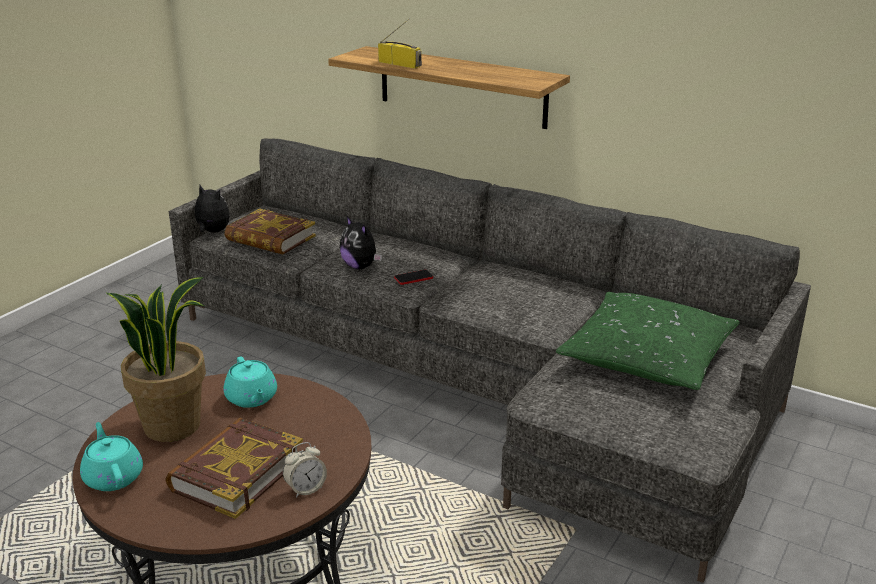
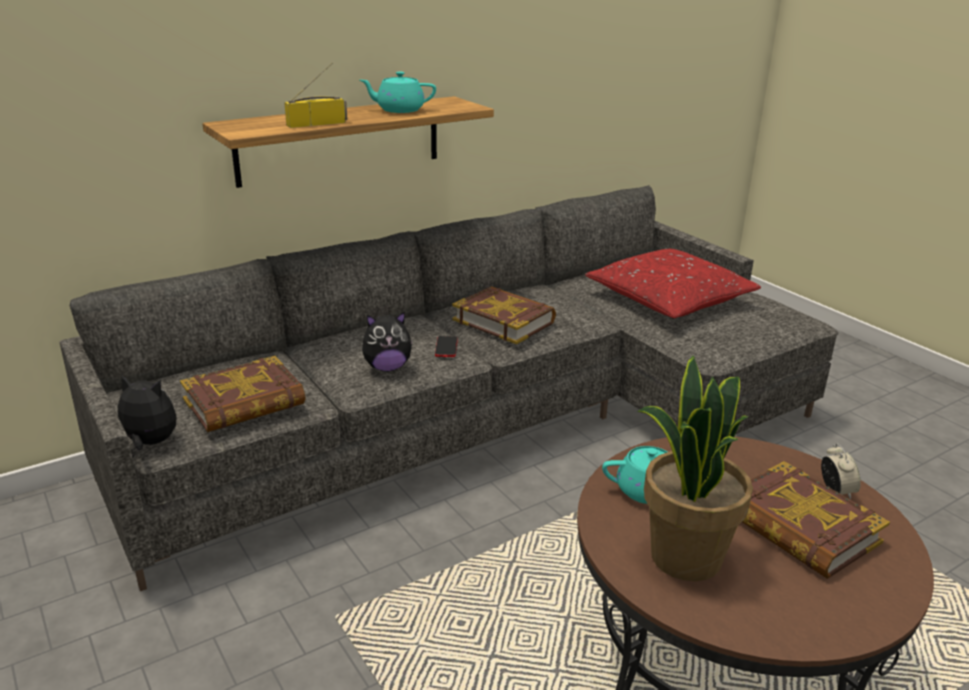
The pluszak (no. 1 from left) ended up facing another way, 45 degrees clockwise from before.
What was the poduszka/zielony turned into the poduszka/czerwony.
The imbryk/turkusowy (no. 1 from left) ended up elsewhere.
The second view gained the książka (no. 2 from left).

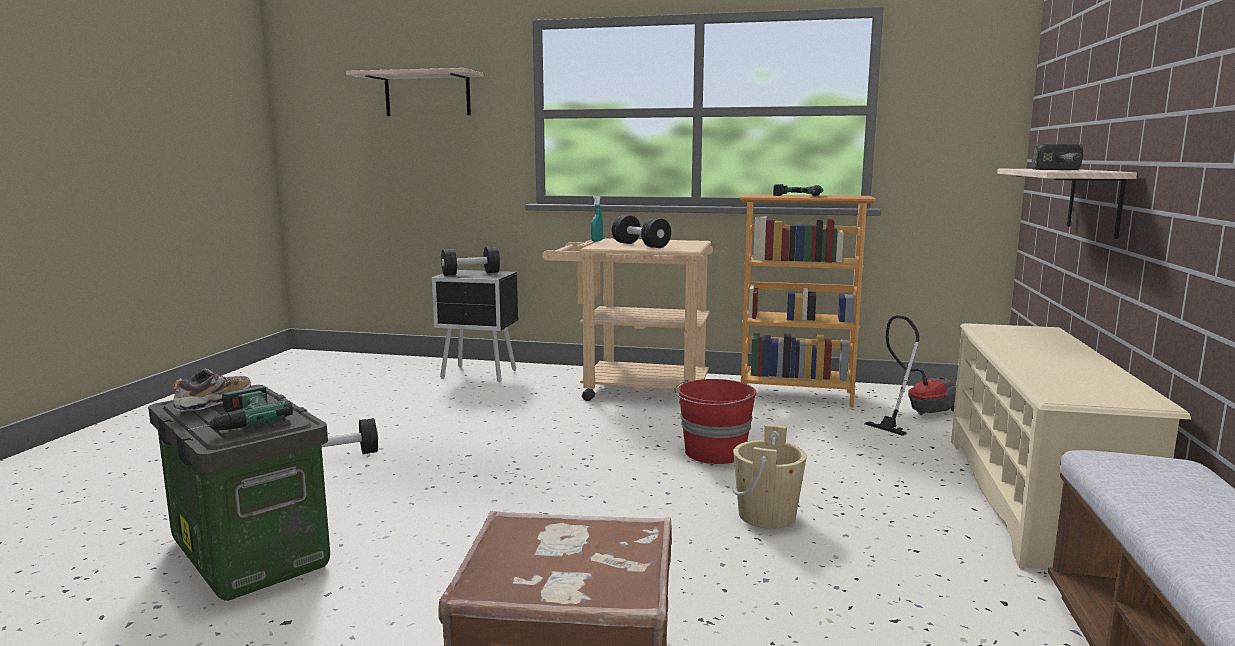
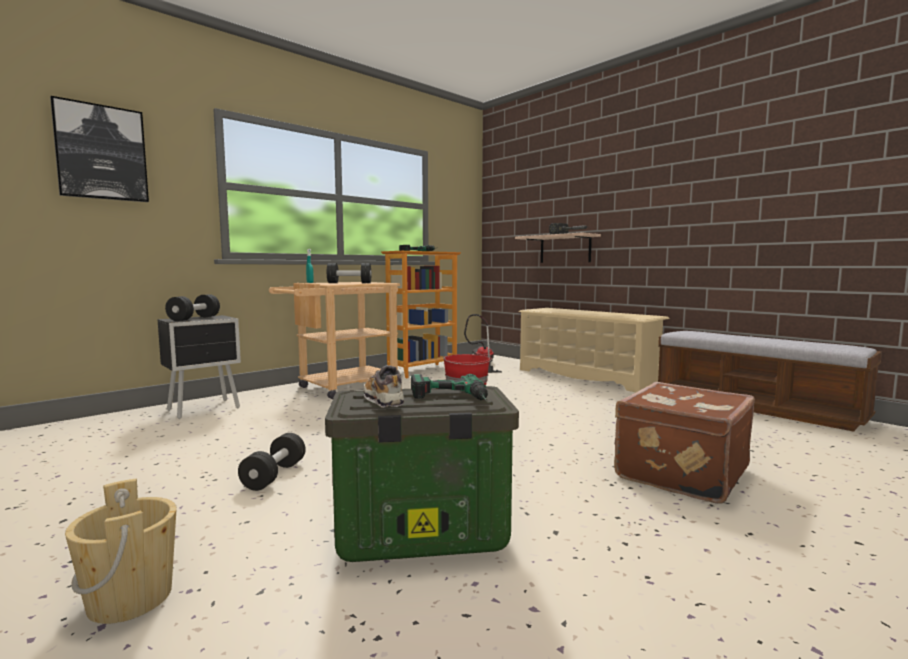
Where the półka (no. 1 from left) hung, the obraz came to hang.
The wiadro/beżowy ended up elsewhere.

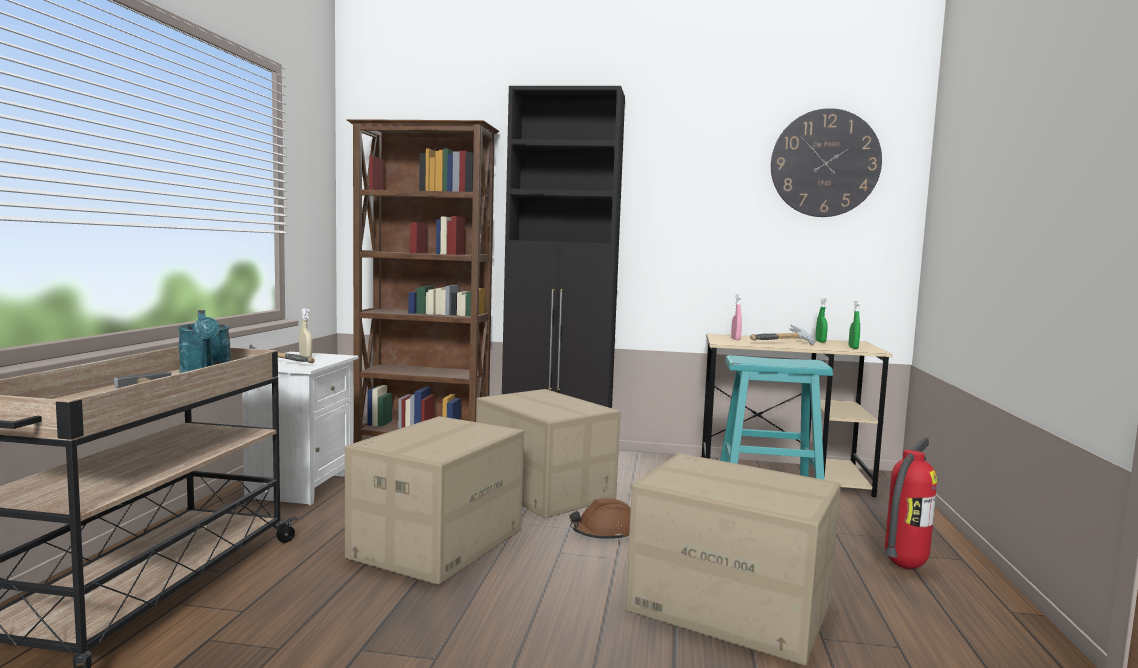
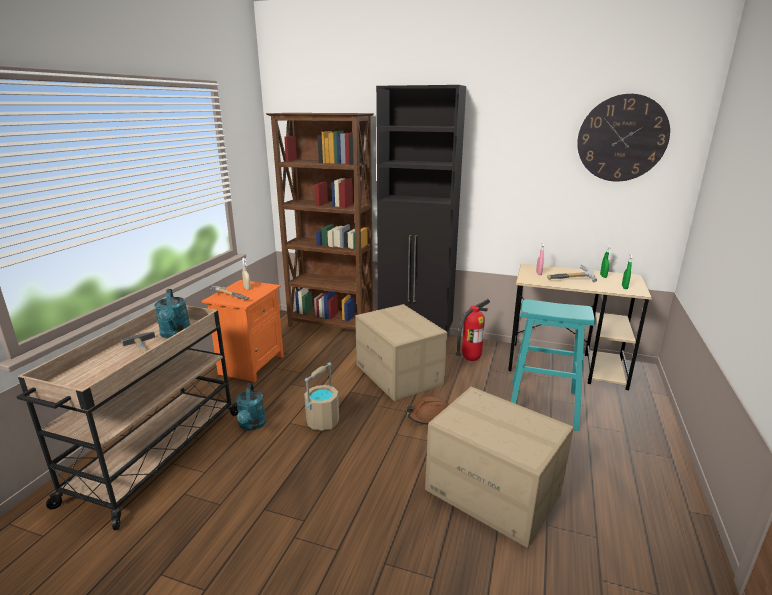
What was the szafka nocna/biały turned into the szafka nocna/pomarańczowy.
Where the karton (no. 1 from left) stood, the wiadro/beżowy came to stand.
The gaśnica ended up elsewhere.
The second view gained the konewka/turkusowy (no. 2 from left).

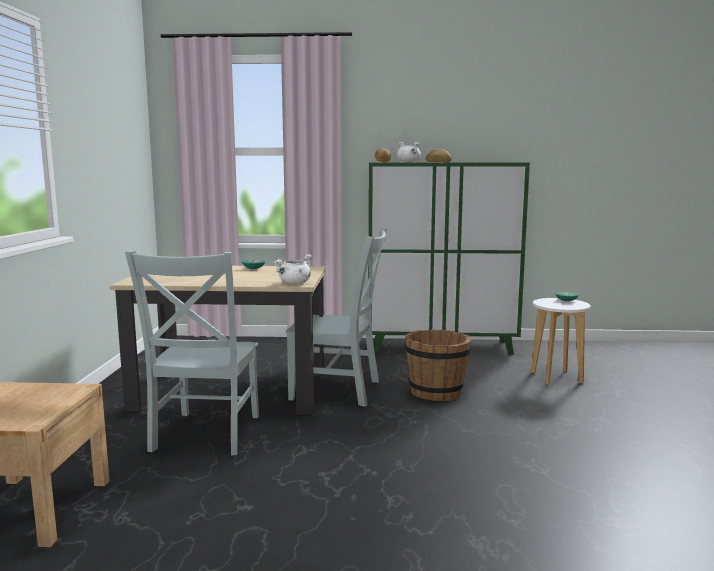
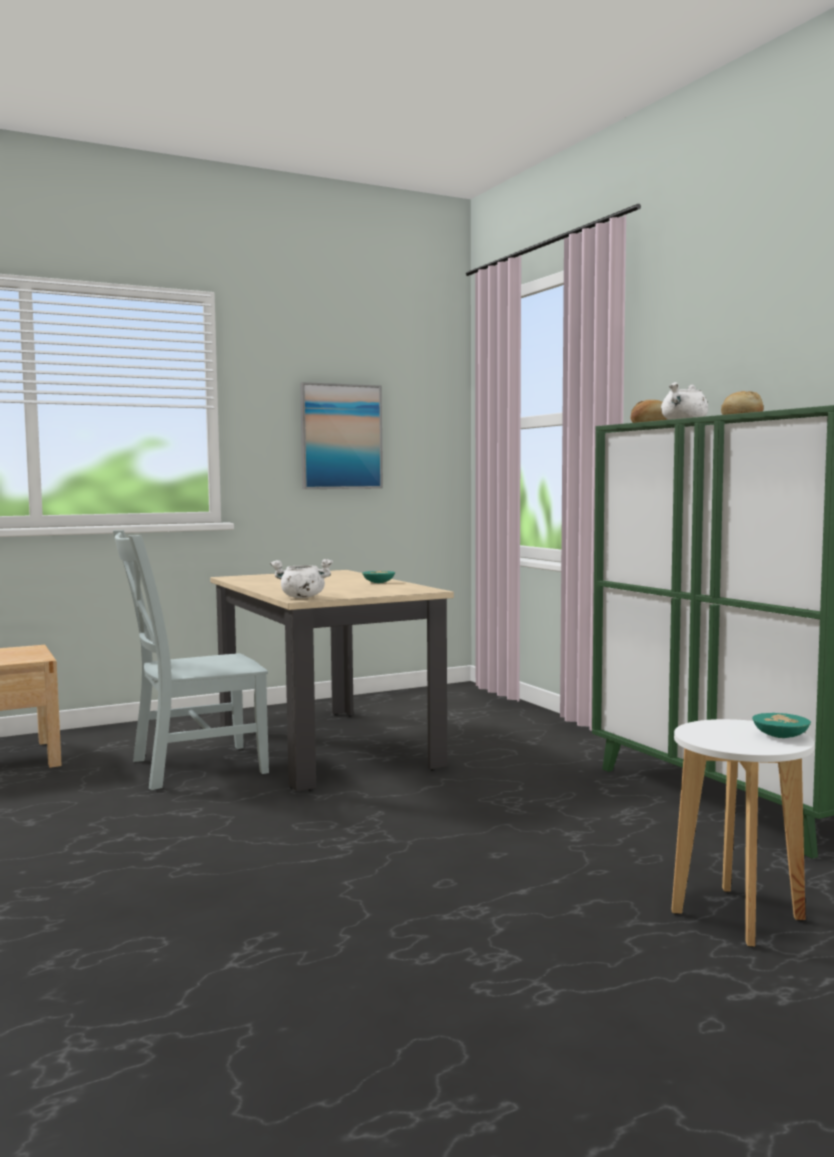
The second view lost the krzesło/szary (no. 2 from left).
The second view lost the wiadro/brązowy.
The second view gained the obraz.

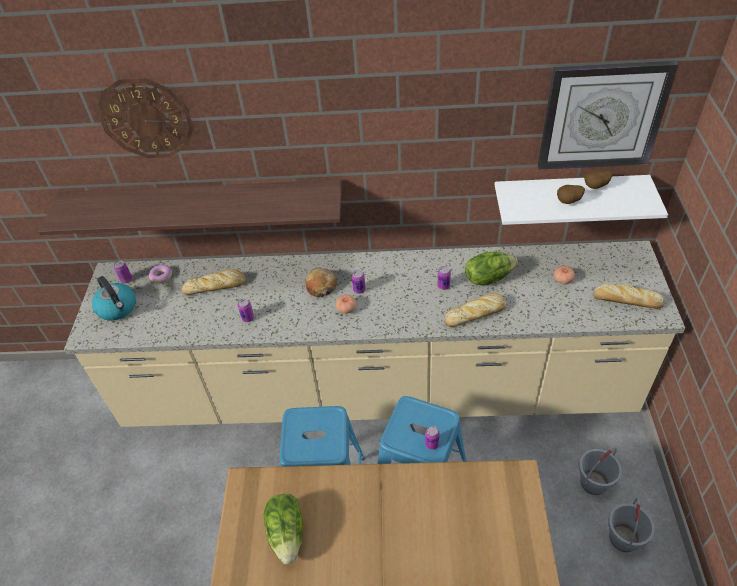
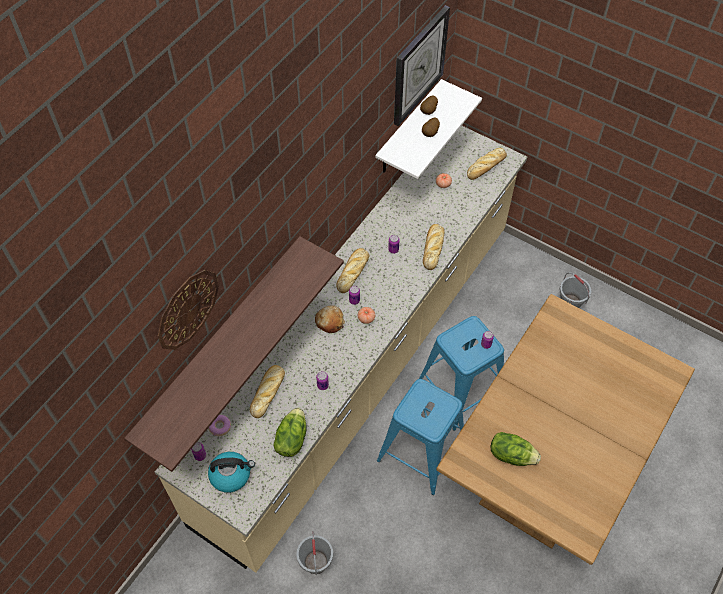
The sałata (no. 2 from left in the first image) ended up elsewhere.
The wiadro/szary (no. 1 from left) ended up elsewhere.
The second view gained the chleb (no. 3 from left).

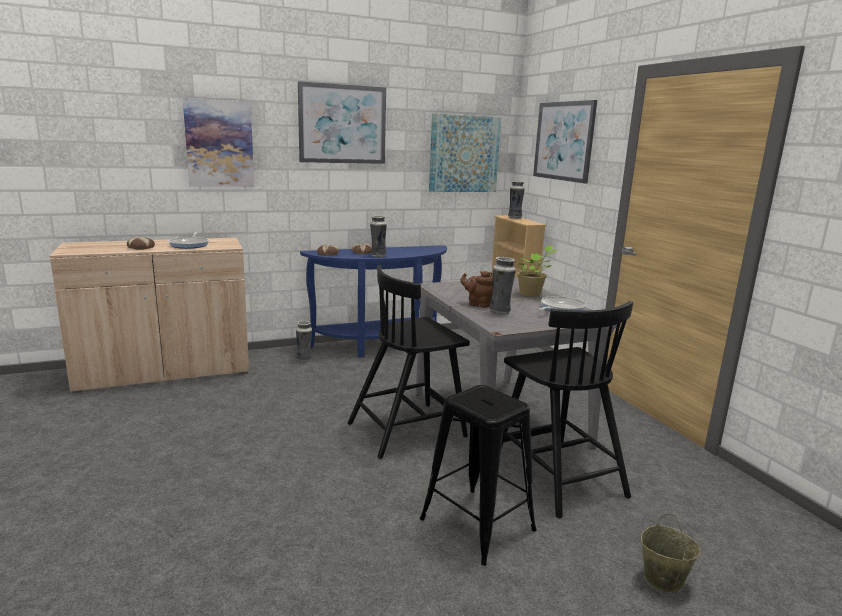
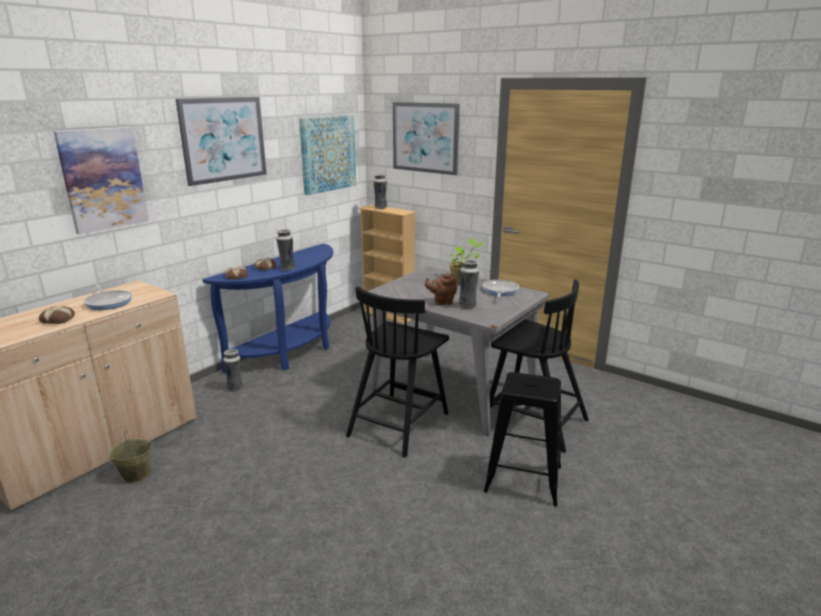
The wiadro/beżowy ended up elsewhere.

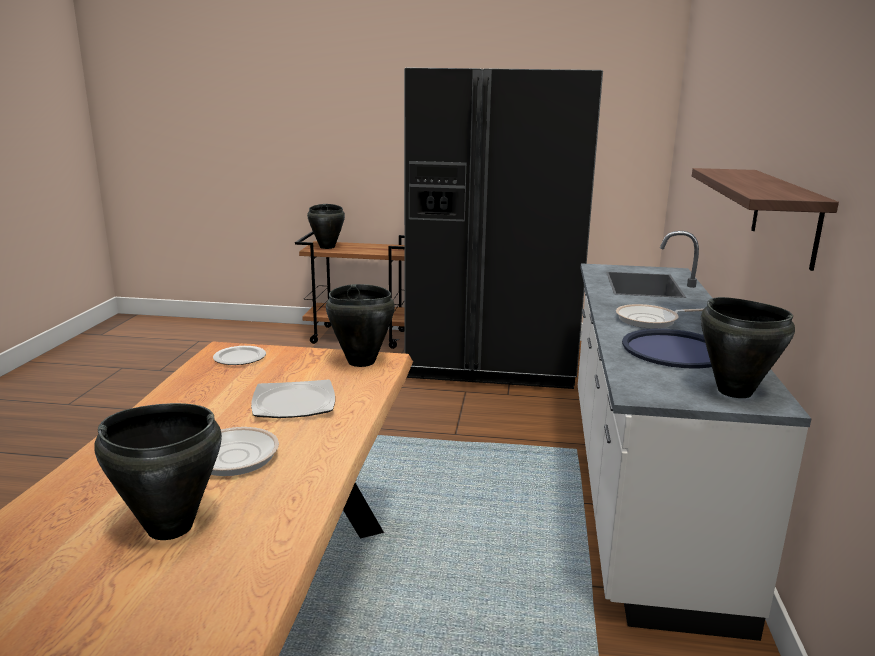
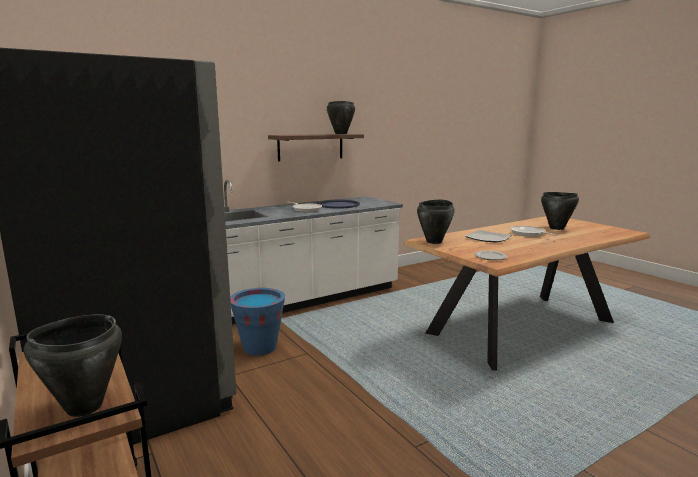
The garnek/czarny (no. 4 from left in the first image) ended up elsewhere.
The second view gained the wiadro/niebieski.

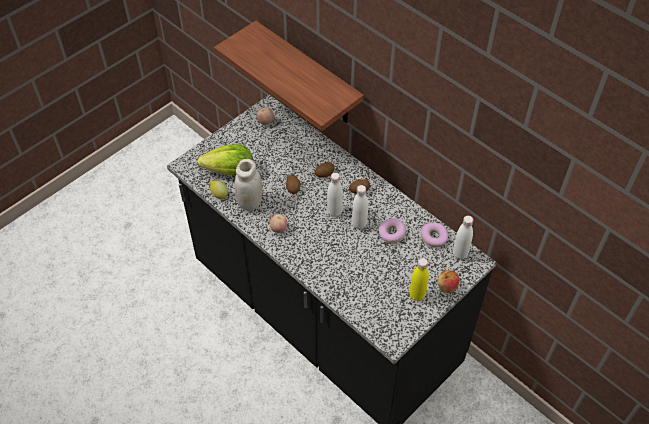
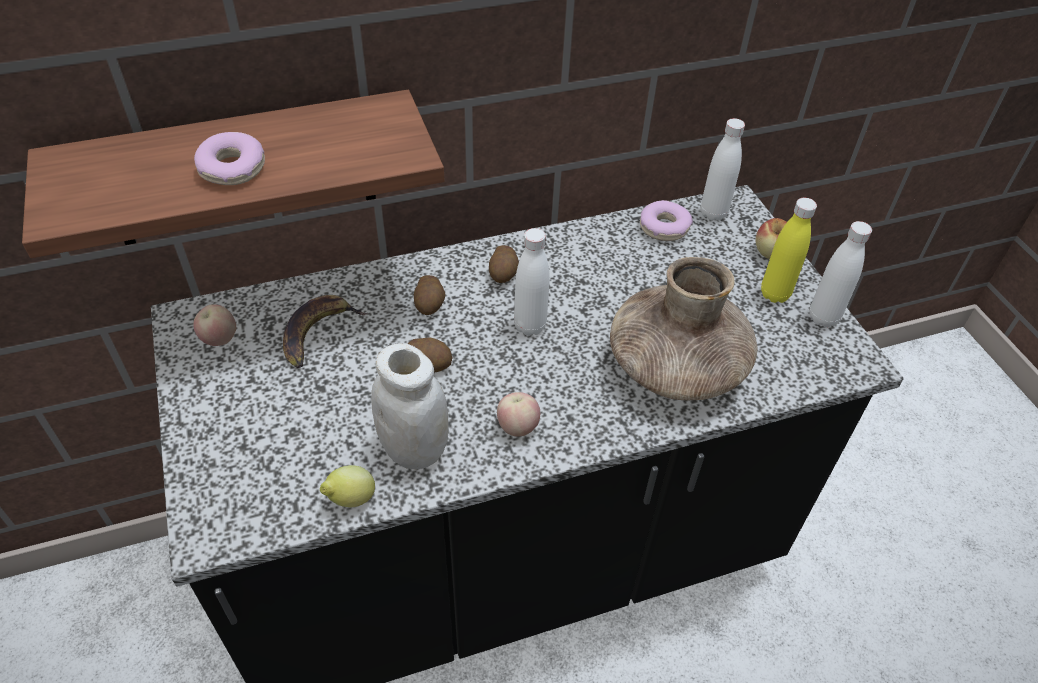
The second view lost the sałata.
The butelka/biały (no. 2 from left in the first image) ended up elsewhere.
The donut (no. 1 from left) ended up elsewhere.
The second view gained the wazon/brązowy.
The second view gained the banan.

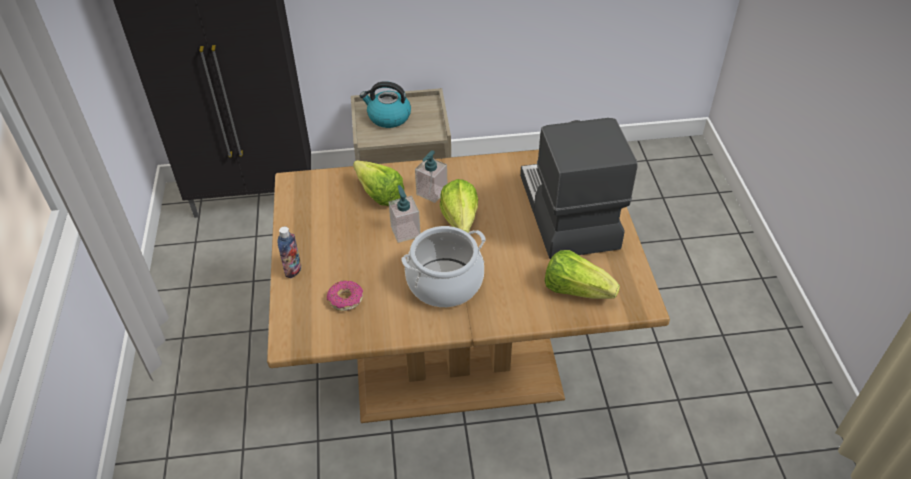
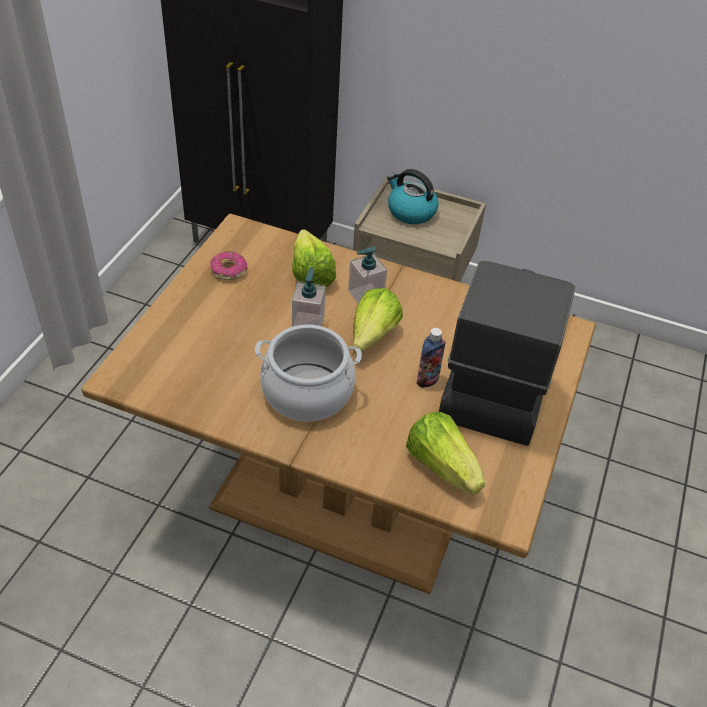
The butelka ended up elsewhere.
The donut ended up elsewhere.

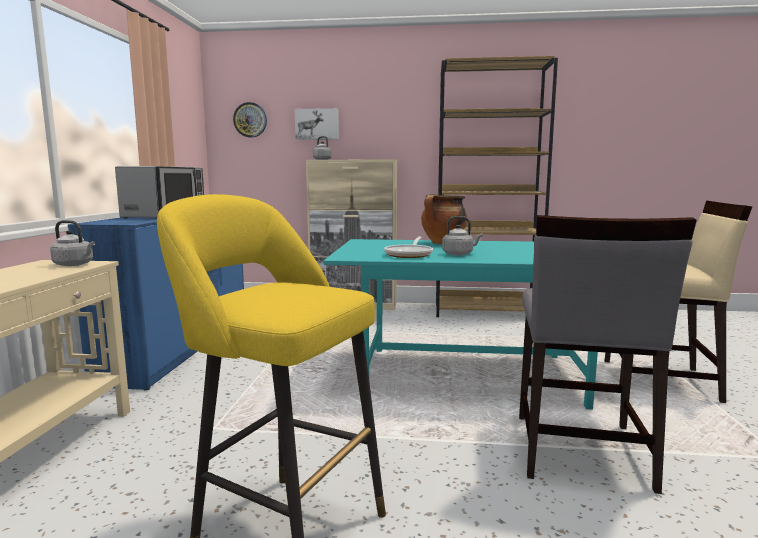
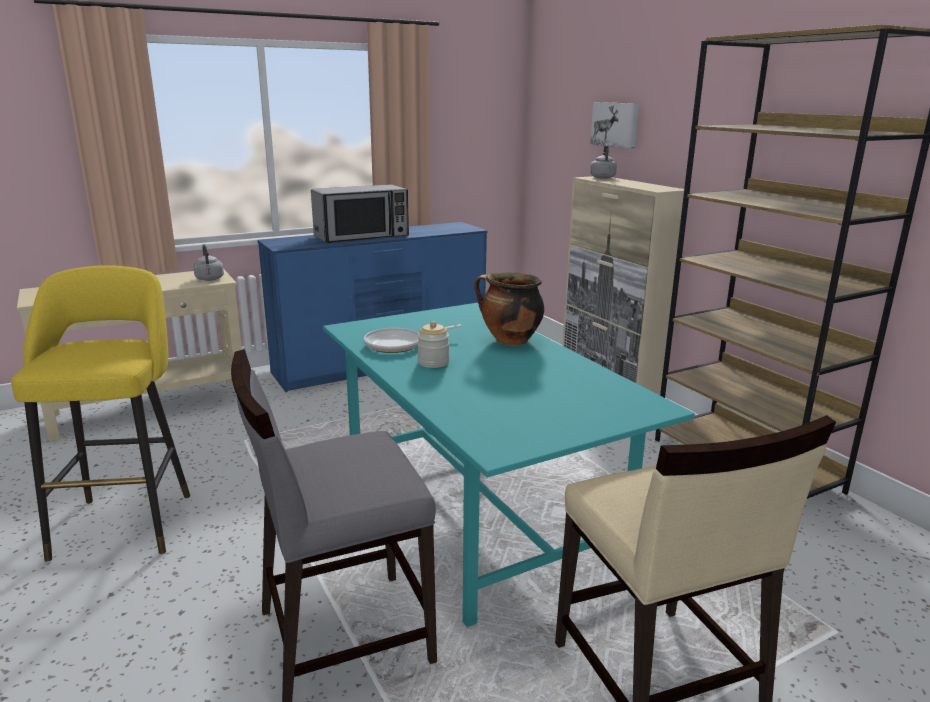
The second view lost the zegar ścienny.
Where the czajnik/szary (no. 3 from left) stood, the słoik came to stand.

